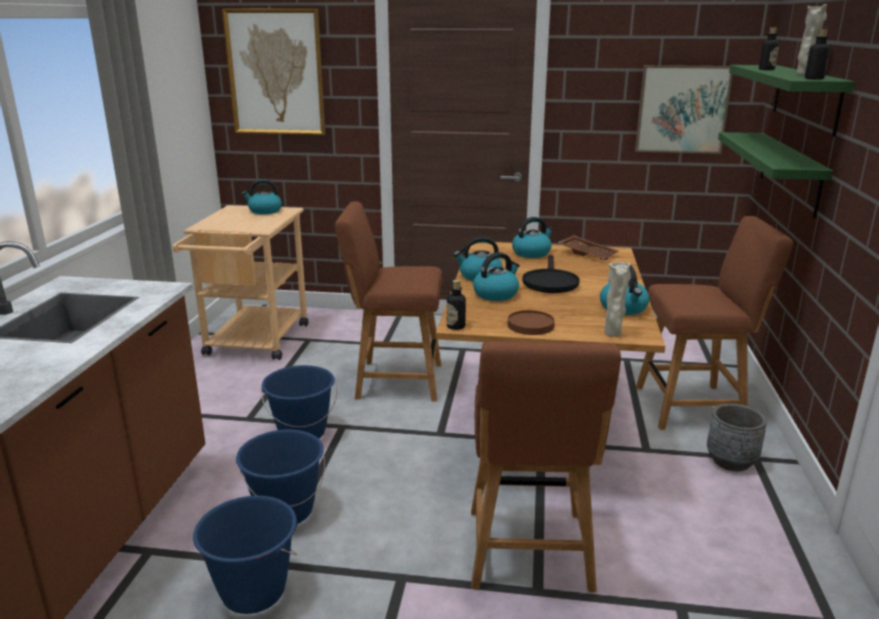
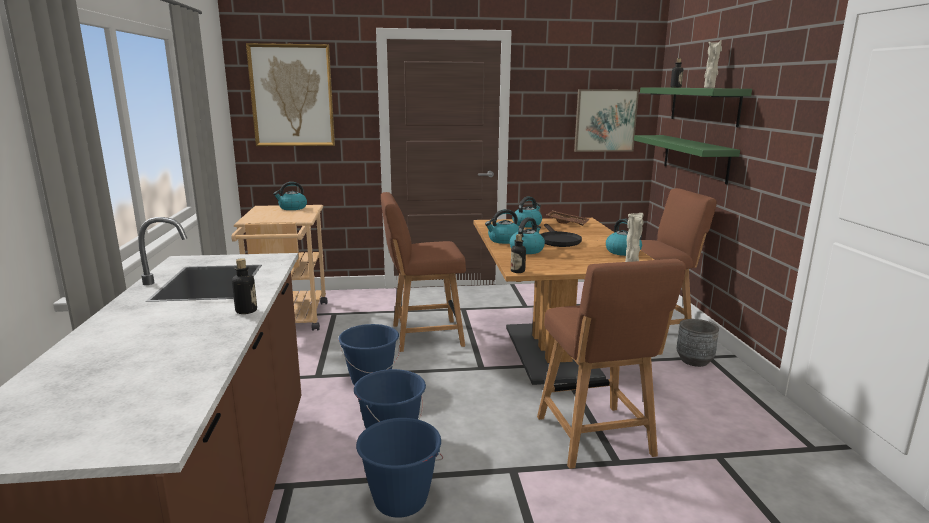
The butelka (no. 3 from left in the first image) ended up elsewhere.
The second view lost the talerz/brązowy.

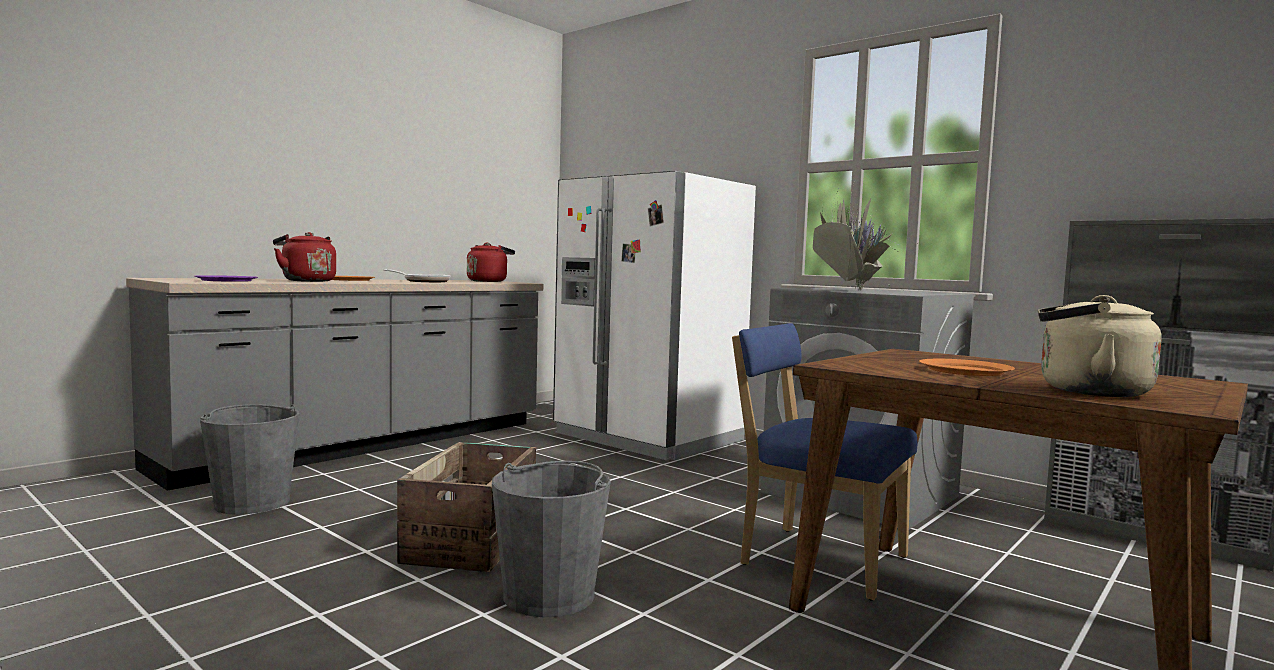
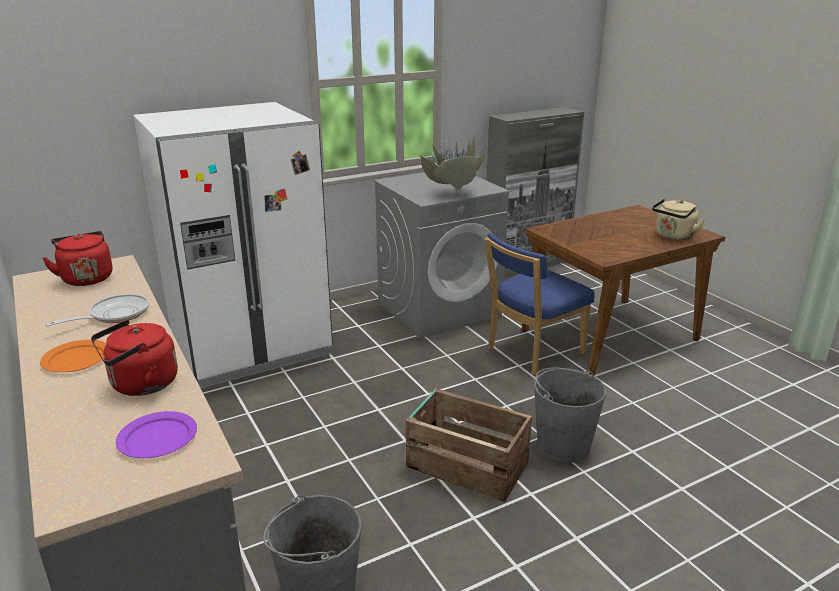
The second view lost the talerz/pomarańczowy (no. 2 from left).

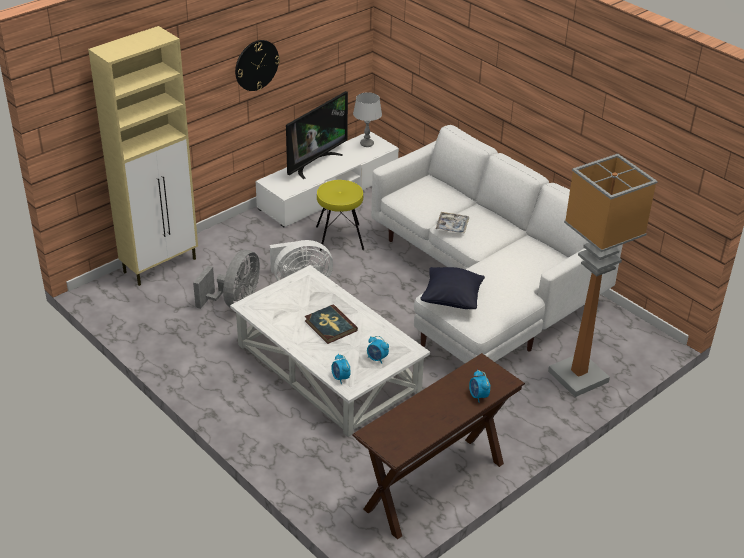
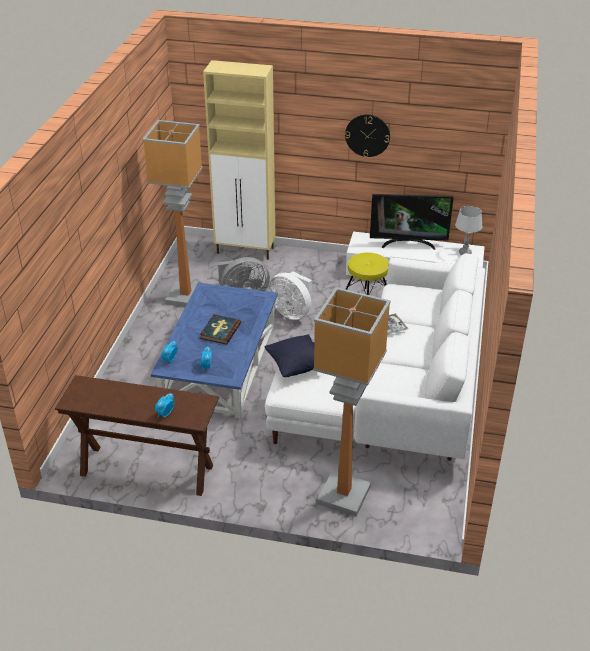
What was the ława/biały turned into the ława/niebieski.
The second view gained the lampa stojąca (no. 1 from left).

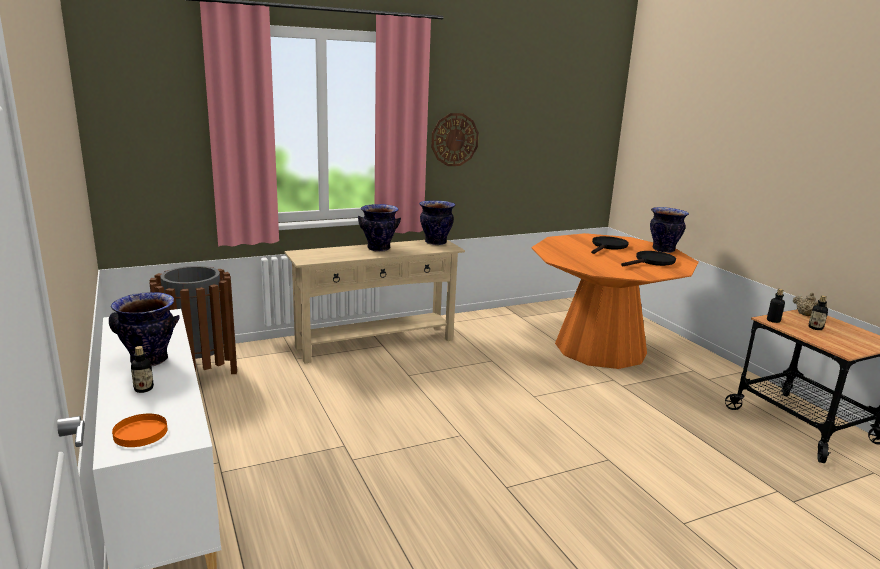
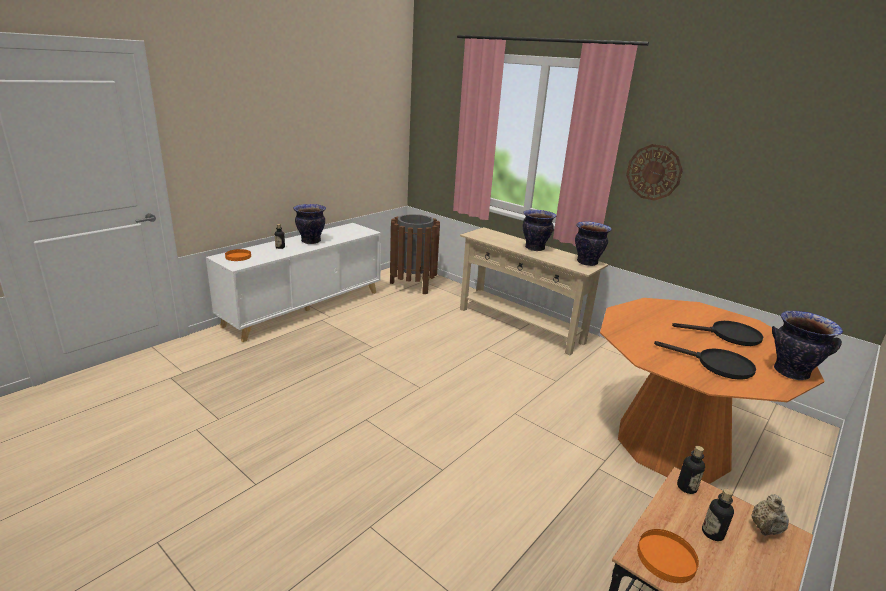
The second view gained the talerz/pomarańczowy (no. 2 from left).

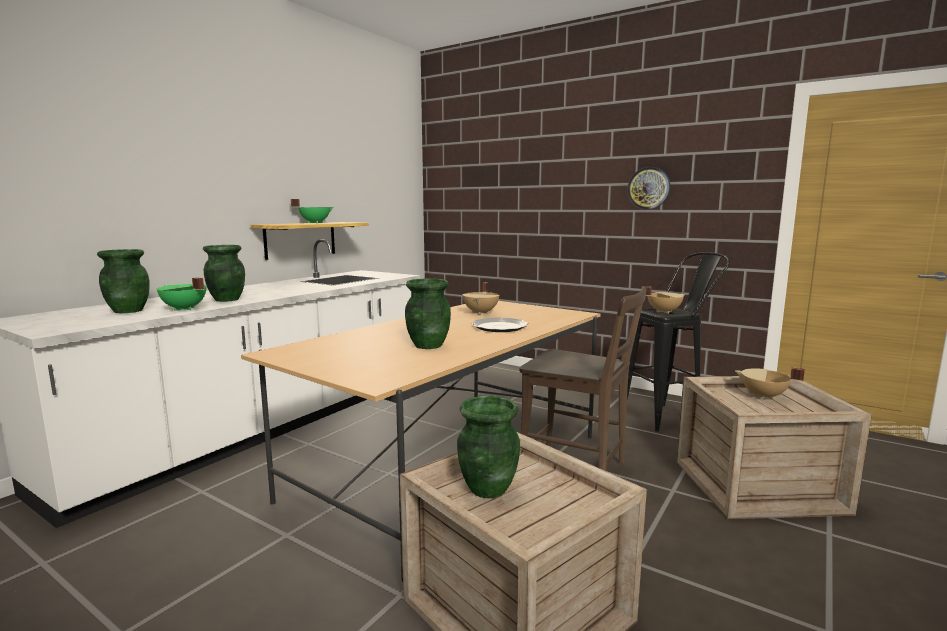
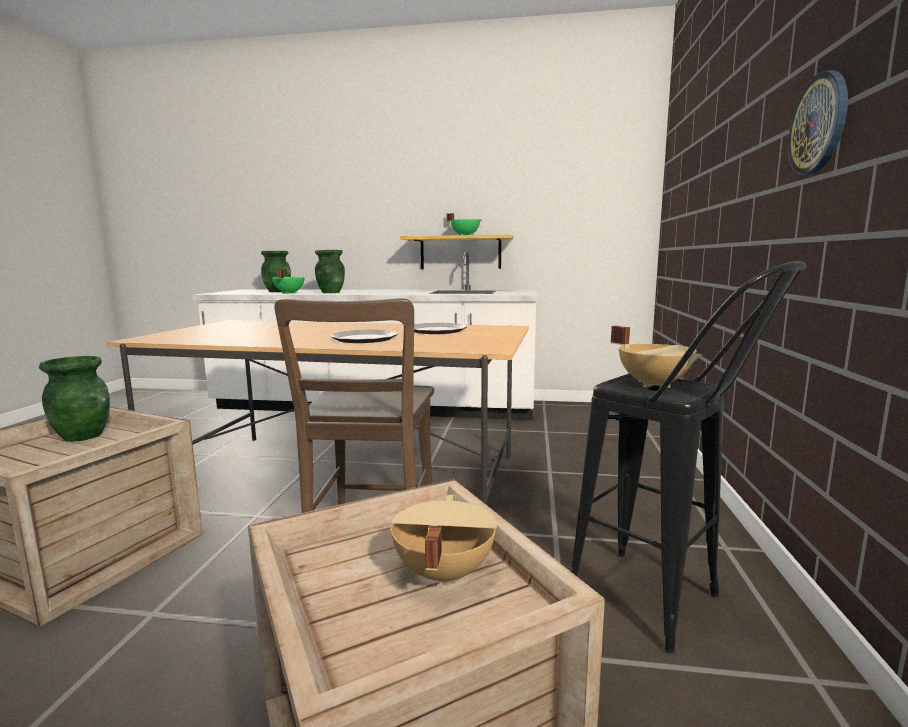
The second view lost the wazon/zielony (no. 3 from left).
Where the garnek/beżowy (no. 1 from left) stood, the talerz (no. 2 from left) came to stand.

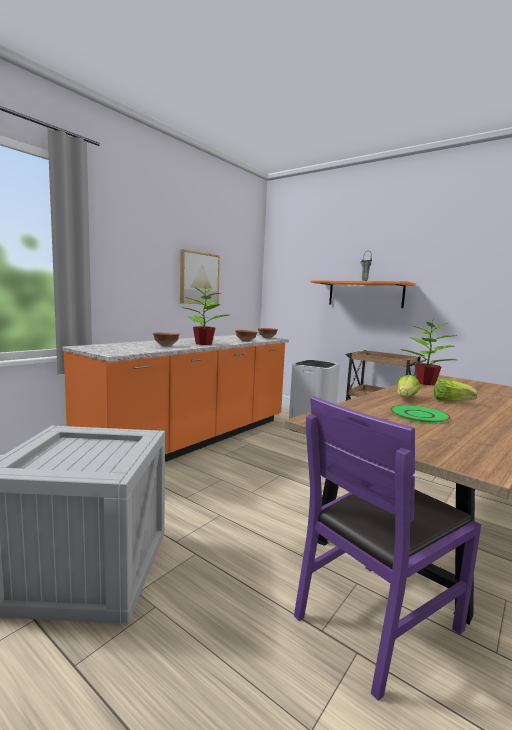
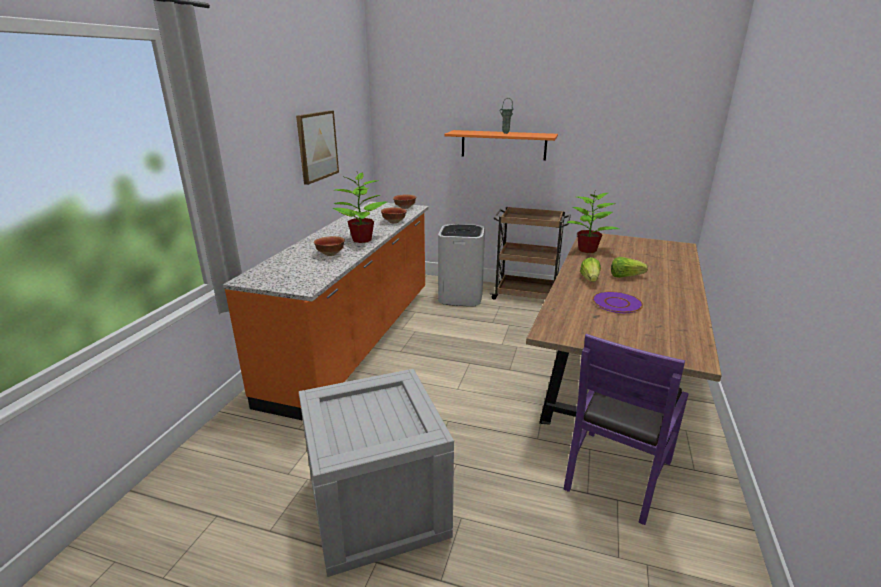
What was the talerz/zielony turned into the talerz/fioletowy.

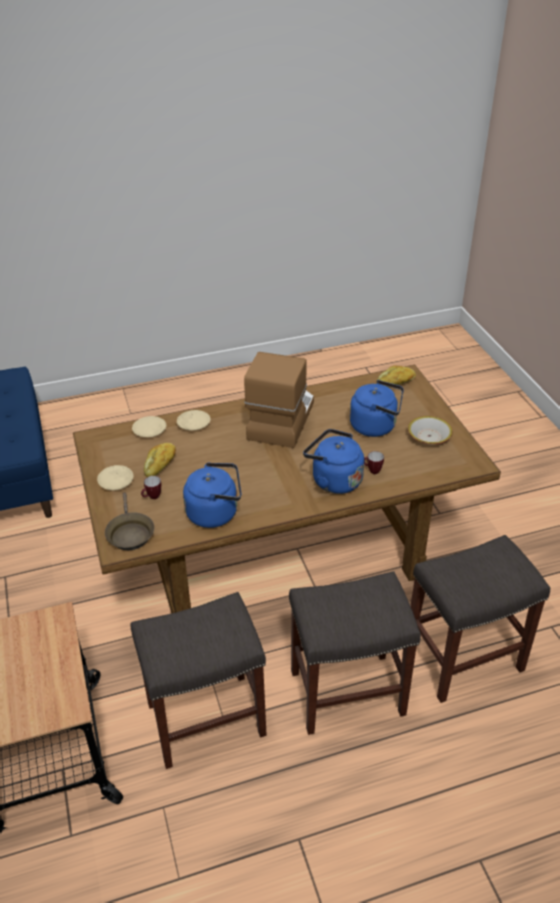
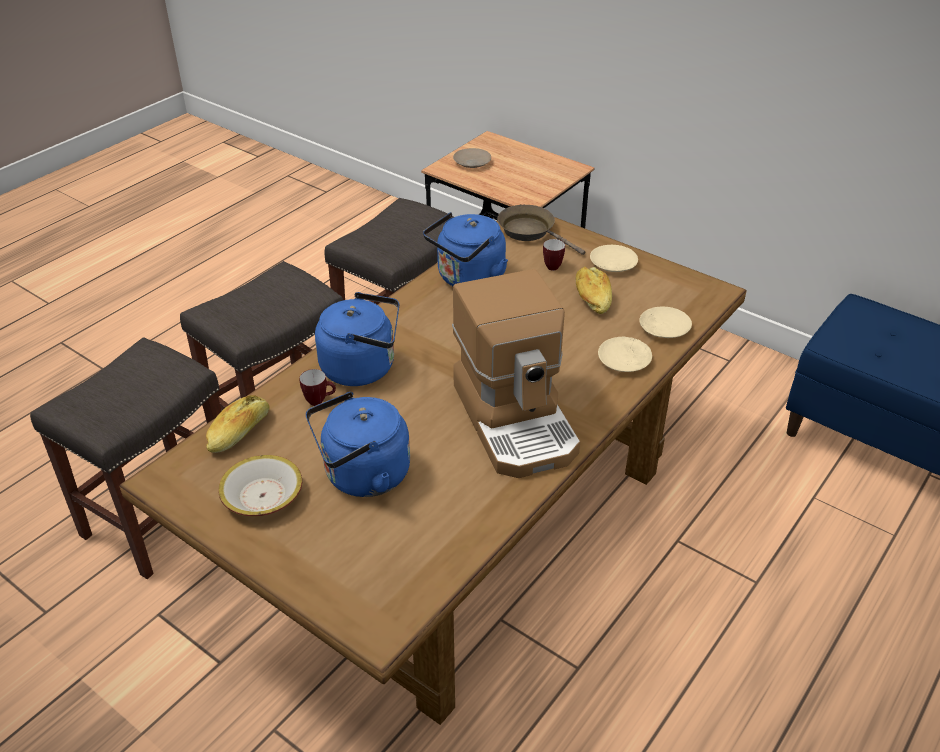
The chleb (no. 2 from left in the first image) ended up elsewhere.
The second view gained the talerz/beżowy (no. 1 from left).

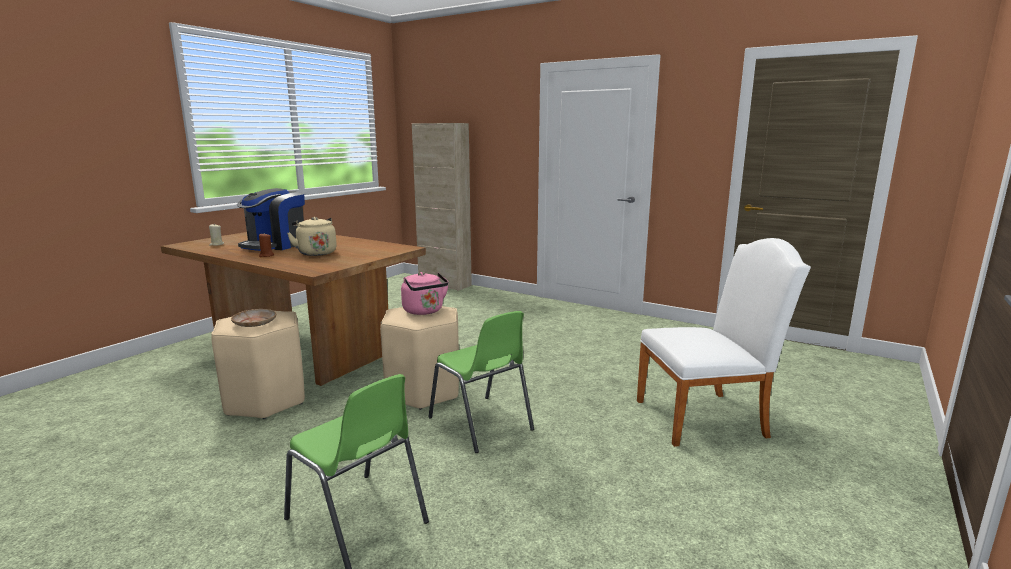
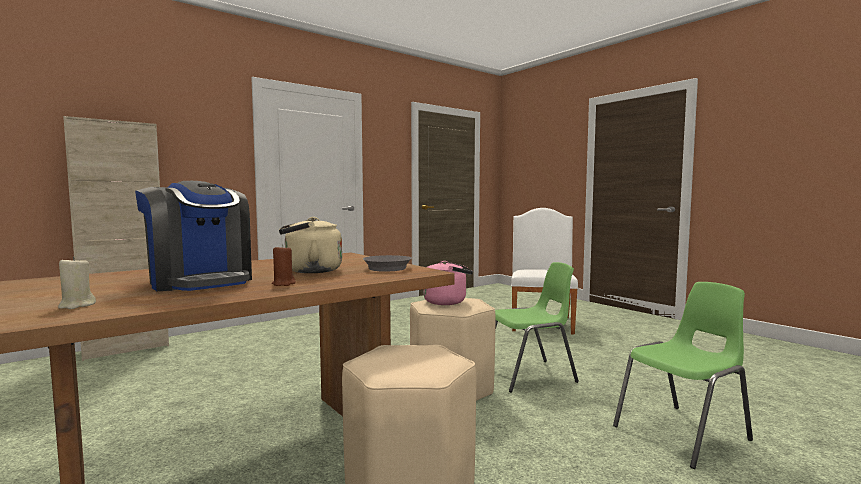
The second view lost the talerz/beżowy.
The second view gained the patelnia/szary.

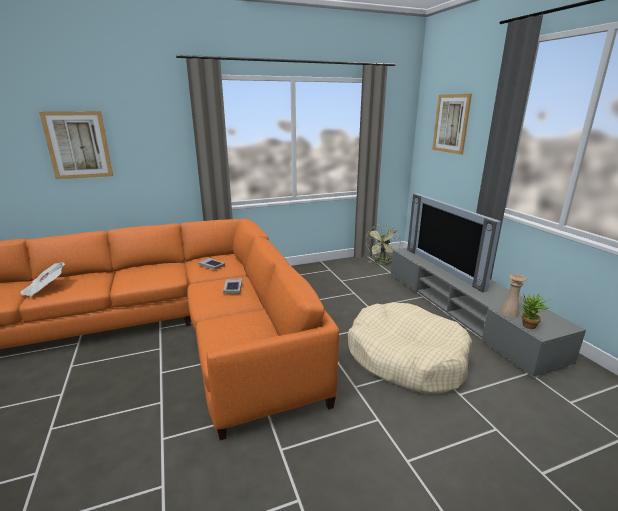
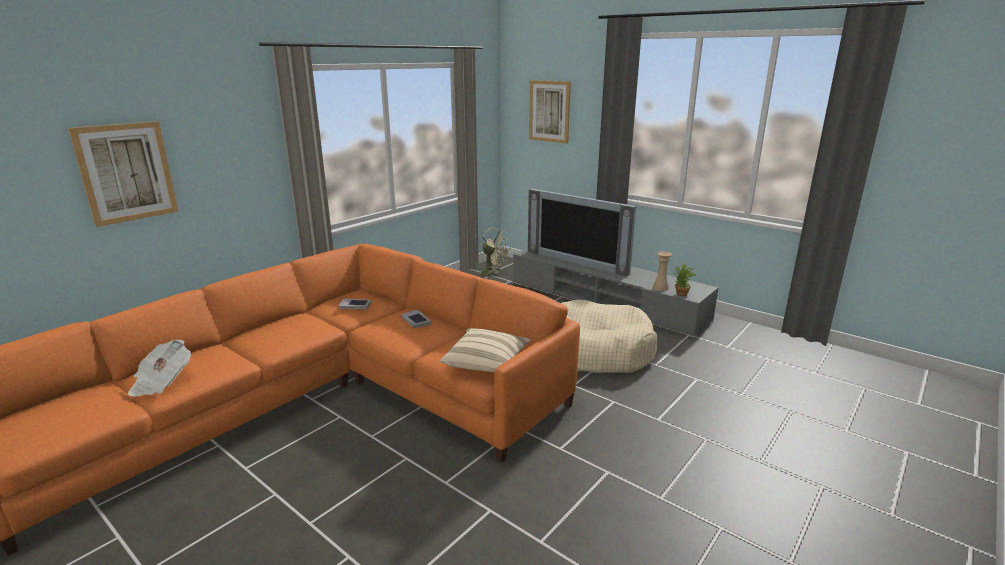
The wentylator/zielony ended up facing another way, 45 degrees counterclockwise from before.
The second view gained the poduszka/beżowy.

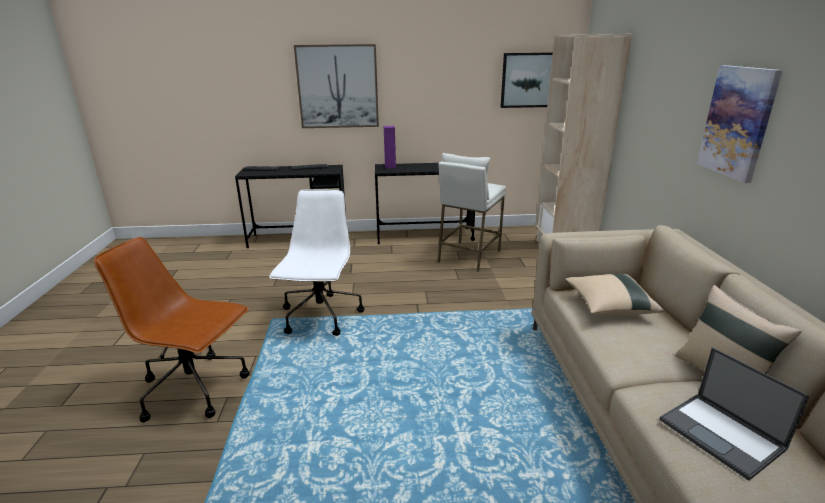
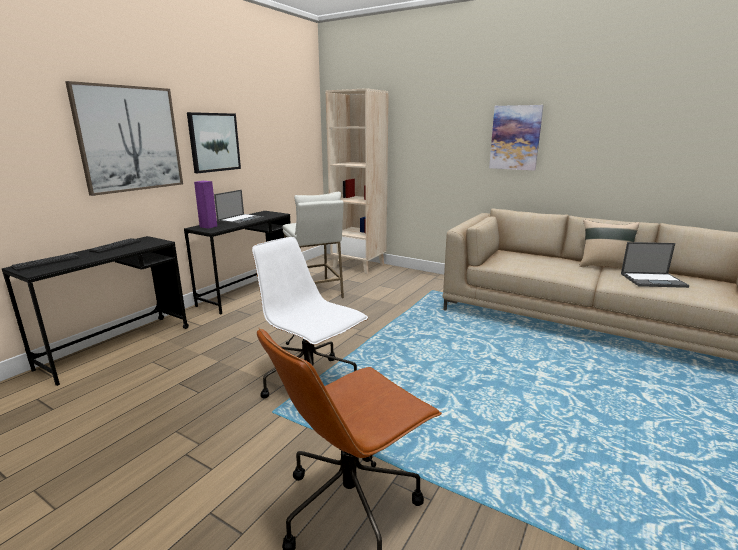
The obraz (no. 2 from left) ended up elsewhere.
The second view lost the poduszka/beżowy (no. 1 from left).
The second view gained the laptop (no. 1 from left).

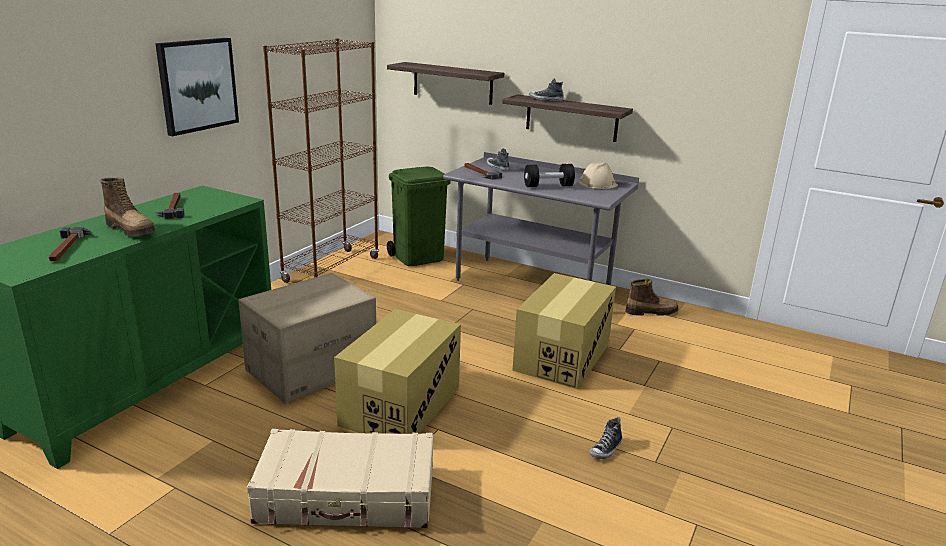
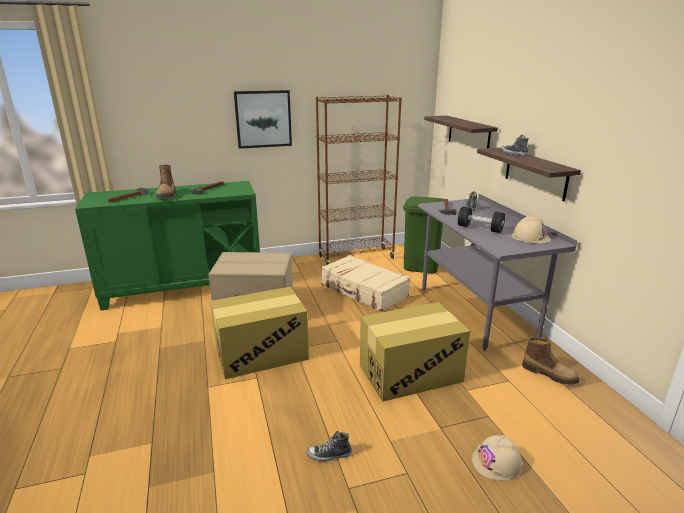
The walizka/beżowy ended up elsewhere.
The second view gained the kask/beżowy (no. 1 from left).

